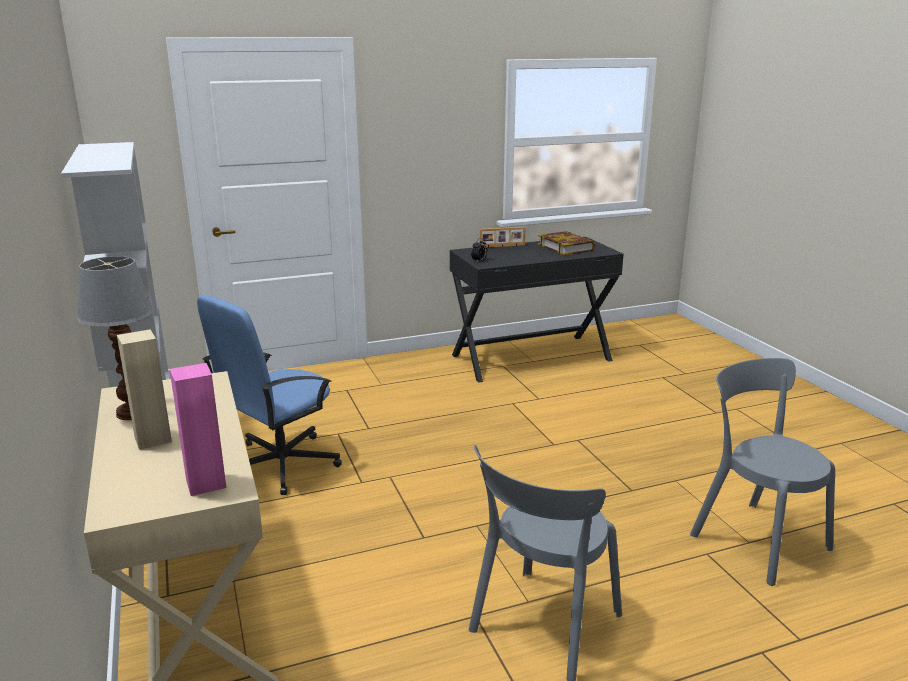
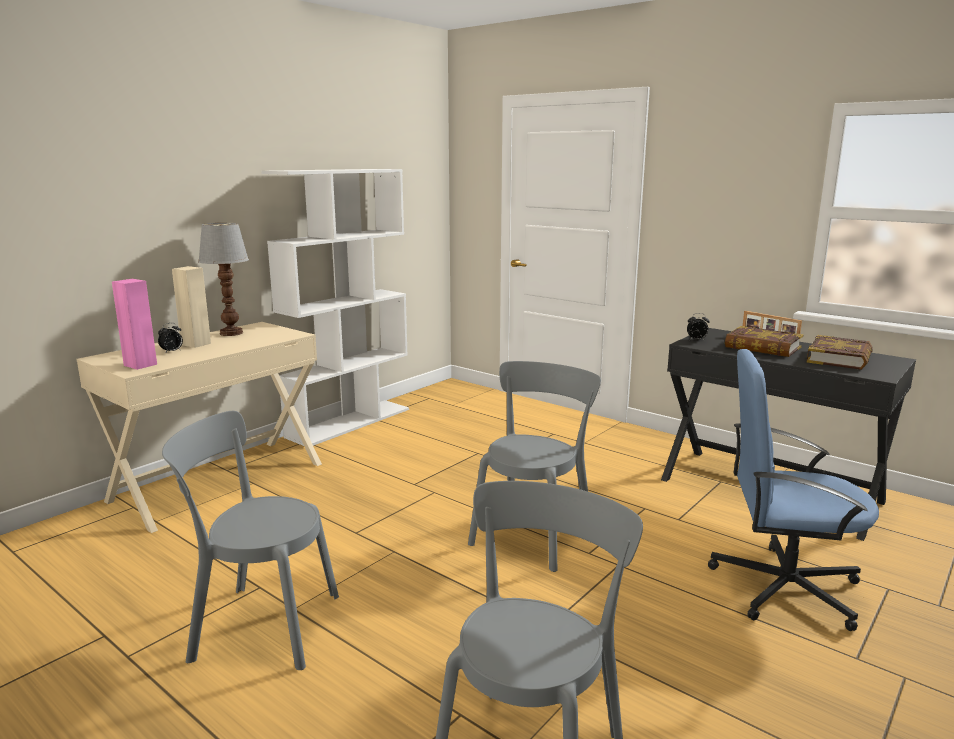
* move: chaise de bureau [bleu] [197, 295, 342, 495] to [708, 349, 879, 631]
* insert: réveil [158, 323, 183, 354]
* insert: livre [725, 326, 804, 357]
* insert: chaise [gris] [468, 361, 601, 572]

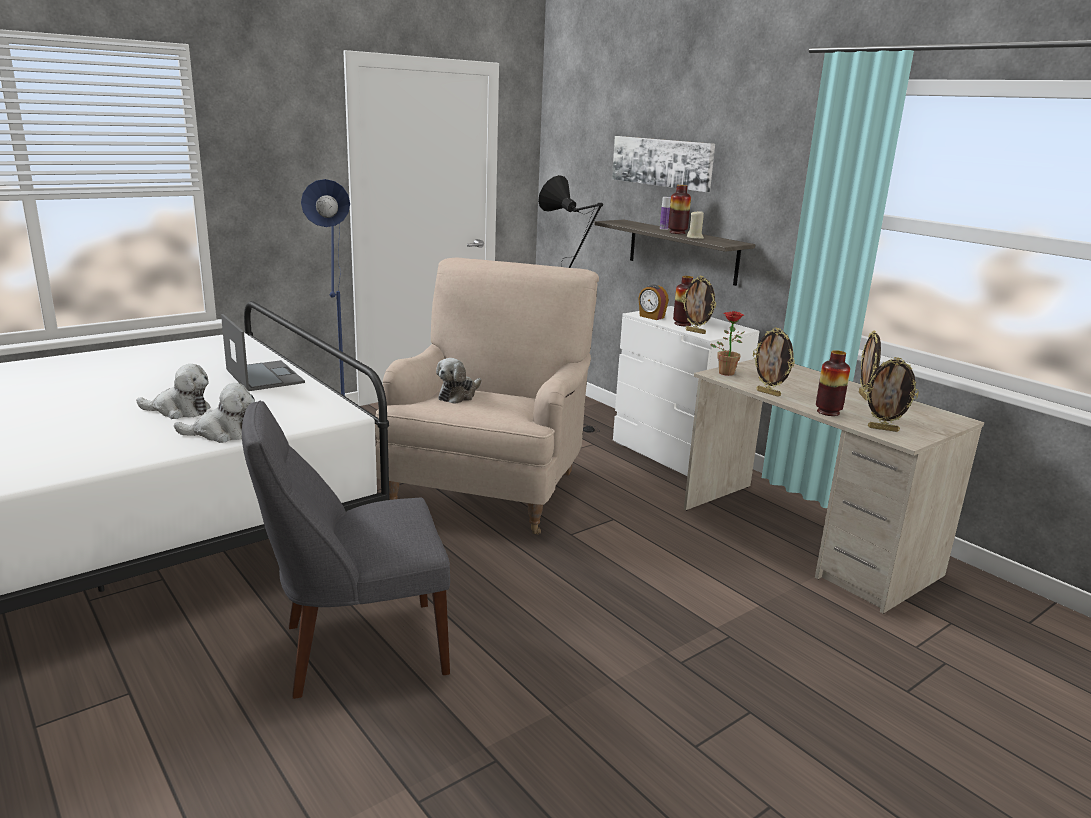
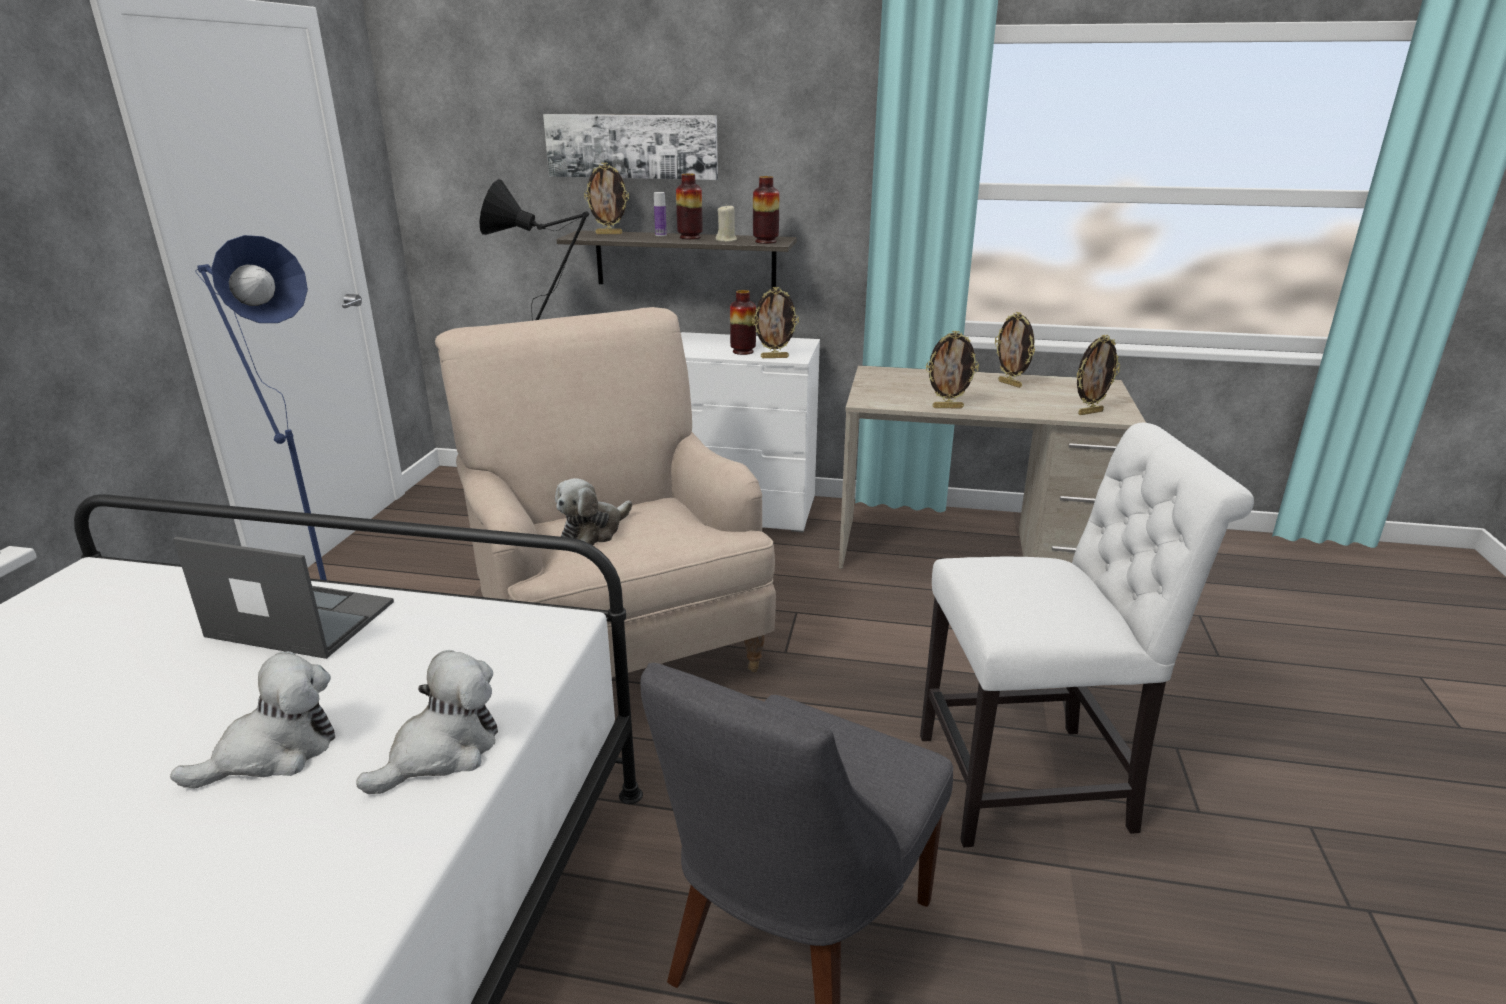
* delete: réveil [639, 285, 669, 320]
* delete: plante en pot [710, 311, 745, 376]
* move: vase [816, 350, 850, 416] to [753, 176, 779, 244]
* rotate: peluche [436, 358, 481, 404] = [555, 478, 632, 545] 45 degrees clockwise
* insert: cadre photo [584, 162, 629, 234]
* insert: chaise [blanc] [920, 423, 1254, 847]

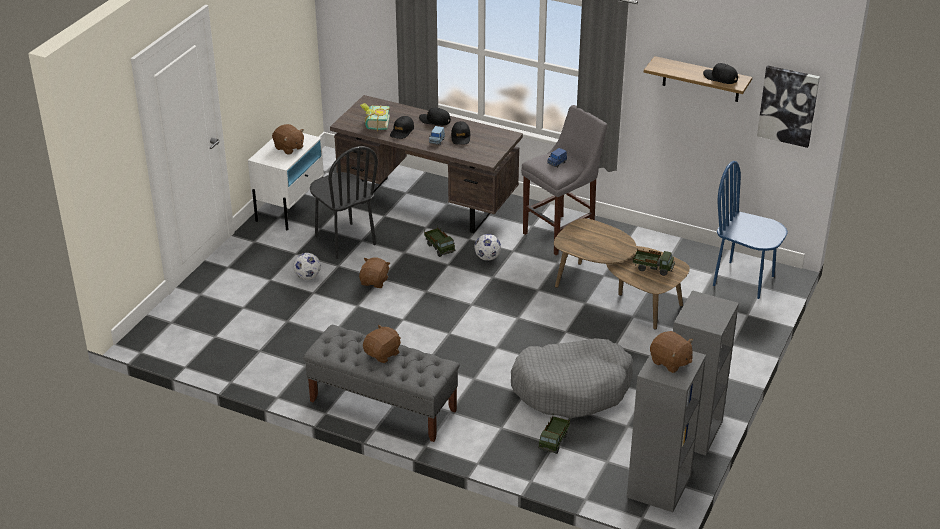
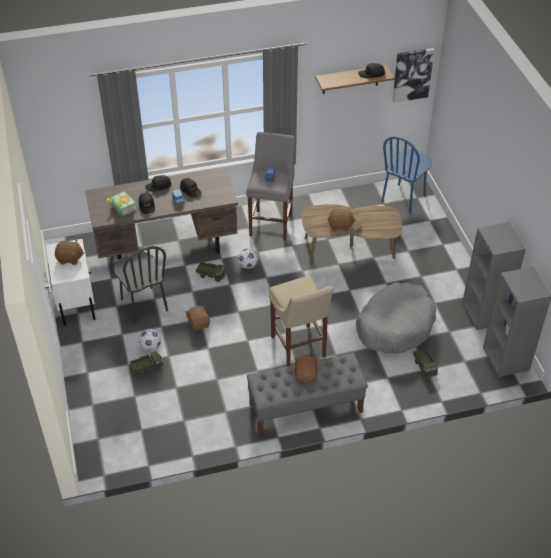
* rotate: chaise [noir] [310, 146, 378, 259] = [114, 246, 168, 324] 45 degrees clockwise
* rotate: chaise [bleu] [713, 161, 788, 299] = [381, 136, 431, 214] 45 degrees counterclockwise
* move: camion jouet [633, 250, 675, 276] to [130, 351, 164, 375]
* move: peluche [marron] [650, 331, 693, 373] to [328, 208, 356, 231]
* insert: tabouret [beige] [268, 276, 333, 366]

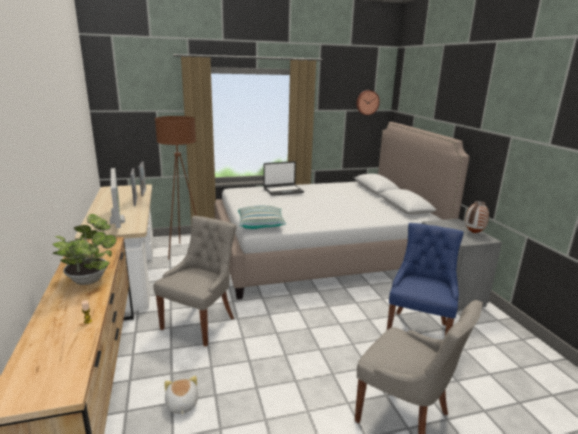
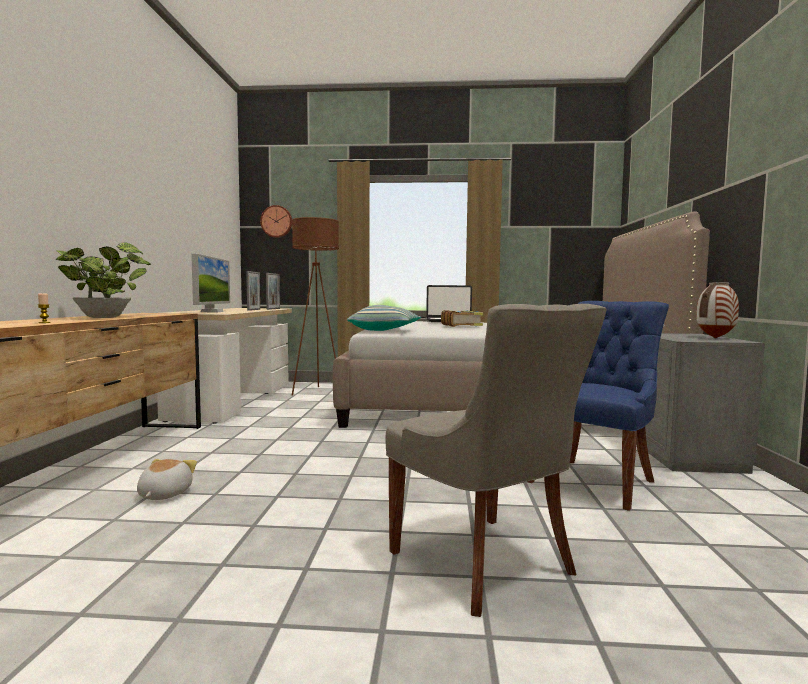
* move: horloge murale [356, 90, 380, 115] to [260, 205, 292, 238]
* delete: chaise [gris] [153, 216, 237, 347]
* insert: livre [441, 310, 483, 327]

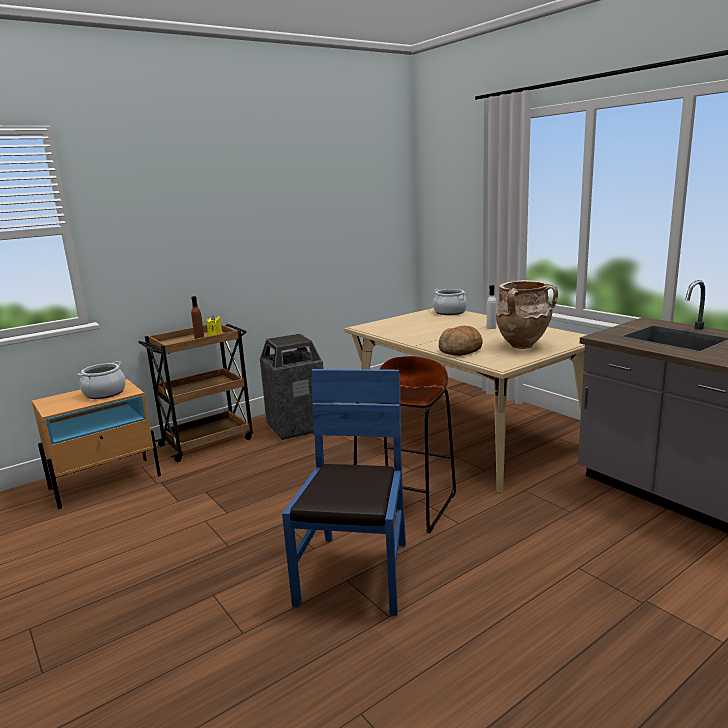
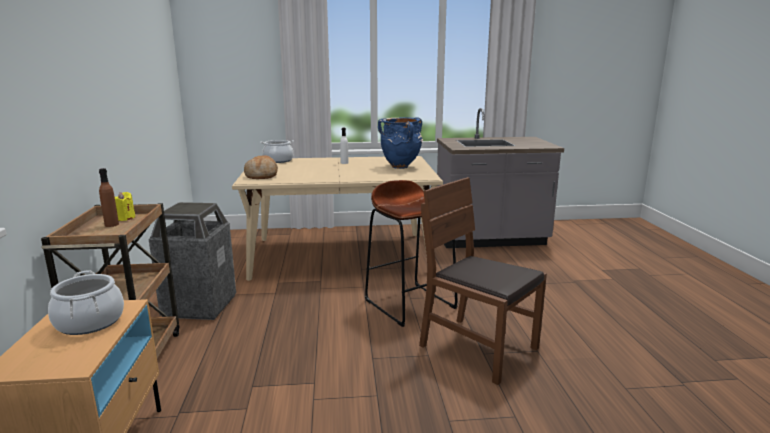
* recolor: vase [beige] [496, 280, 558, 349] to vase [bleu] [378, 117, 423, 169]
* move: pain [439, 325, 483, 356] to [244, 155, 278, 179]
* recolor: chaise [bleu] [282, 369, 406, 616] to chaise [marron] [419, 177, 547, 385]

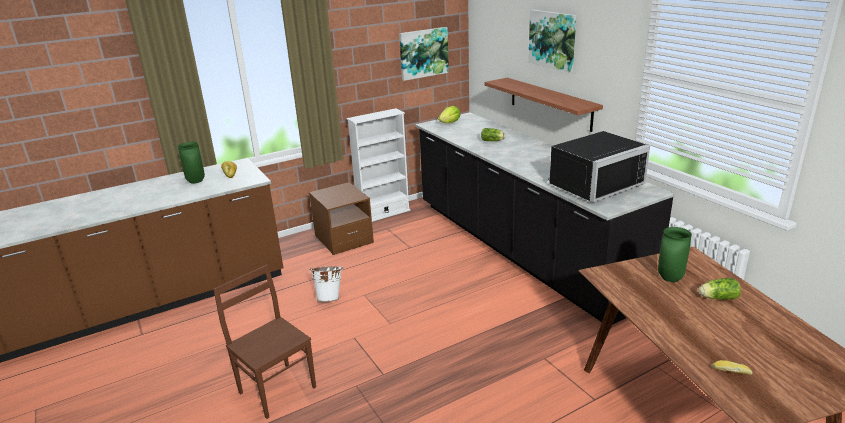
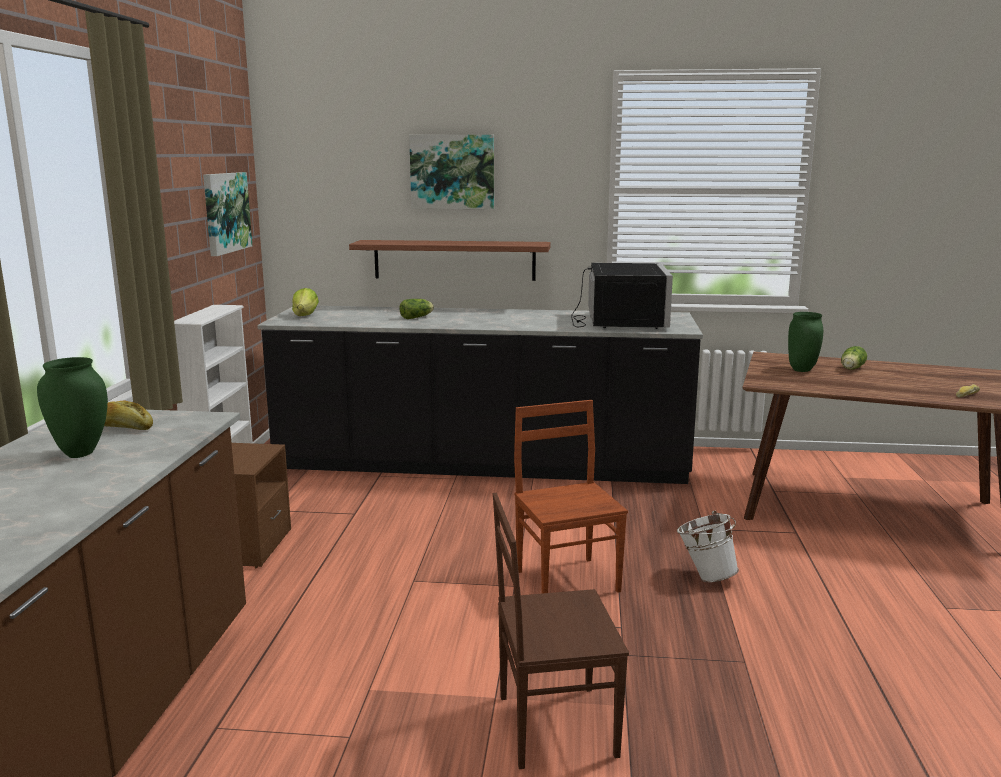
* move: seau [blanc] [309, 266, 343, 302] to [677, 511, 739, 582]
* insert: chaise [marron] [514, 400, 628, 593]

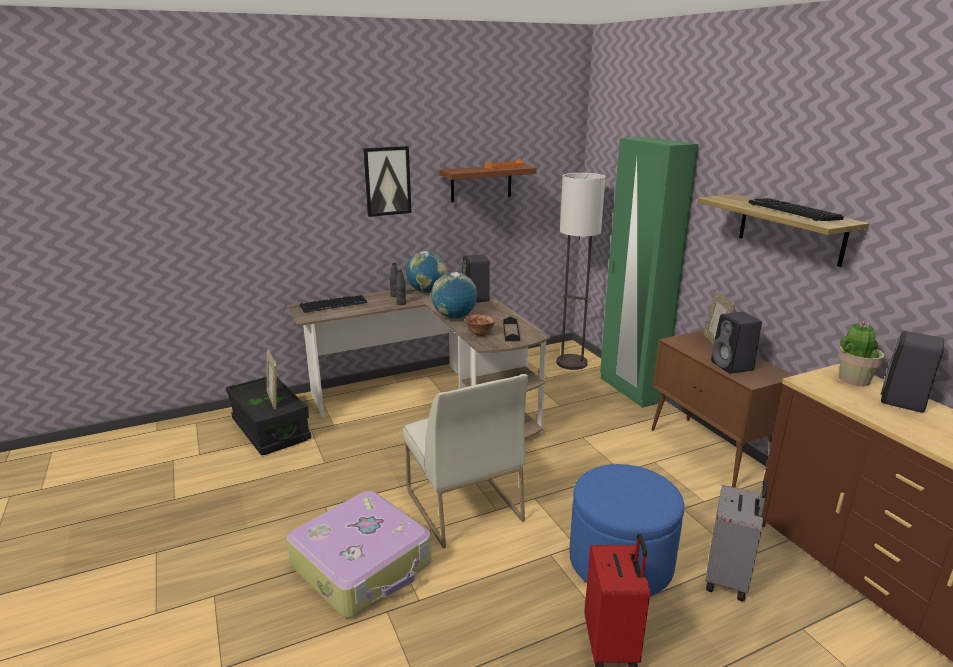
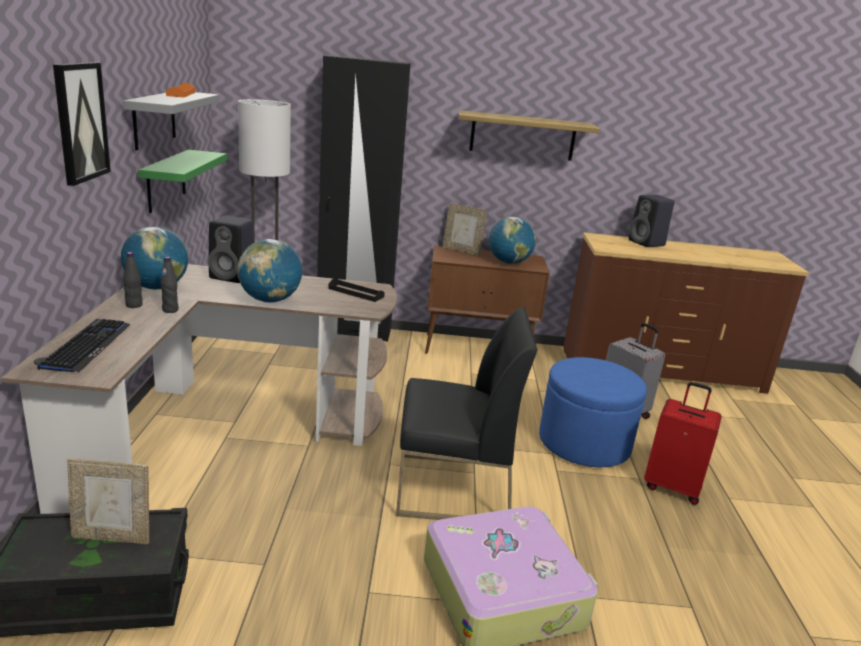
* recolor: armoire [vert] [600, 137, 699, 408] to armoire [noir] [317, 55, 411, 341]
* recolor: étagère [marron] [439, 165, 537, 202] to étagère [gris] [123, 92, 220, 150]
* delete: clavier [749, 198, 844, 221]
* replace: enceinte [noir] [711, 312, 762, 374] to globe [489, 217, 536, 264]
* delete: bol [465, 314, 496, 336]
* delete: plante en pot [838, 320, 884, 386]
* recolor: chaise [blanc] [403, 374, 528, 548] to chaise [noir] [396, 307, 538, 520]
* insert: étagère [vert] [138, 150, 227, 213]

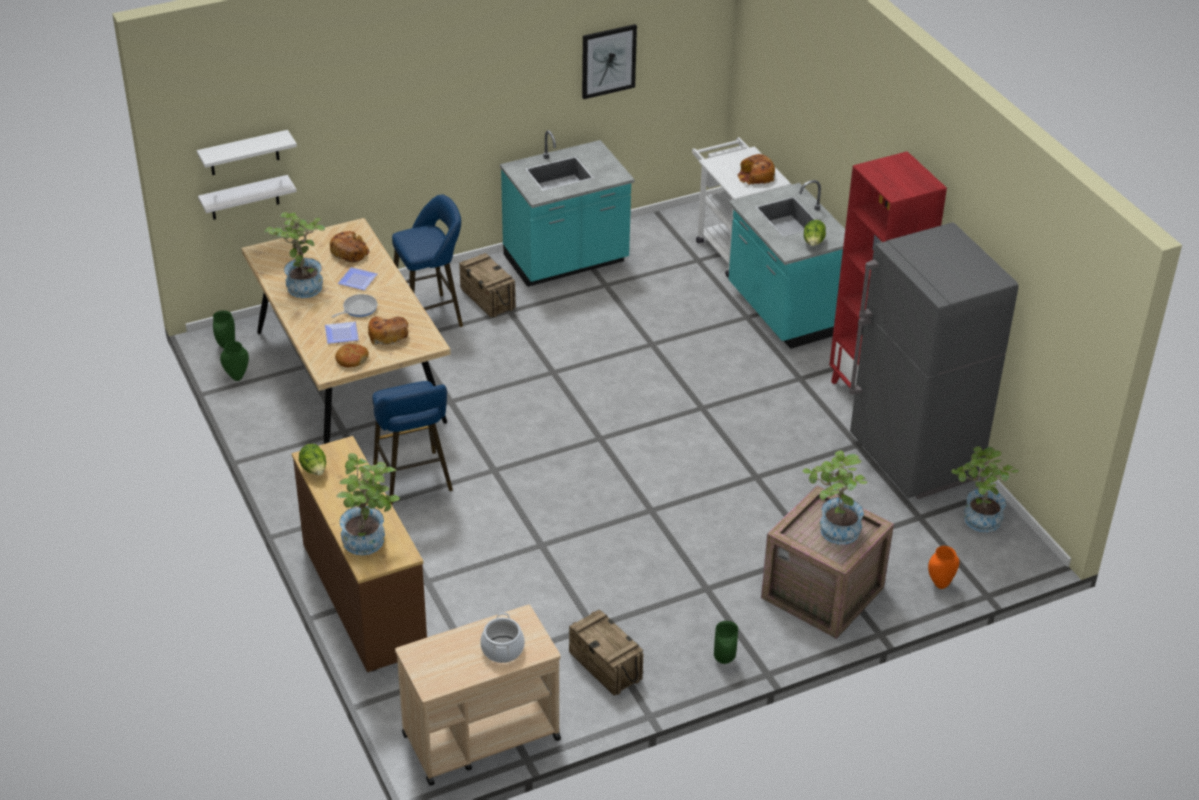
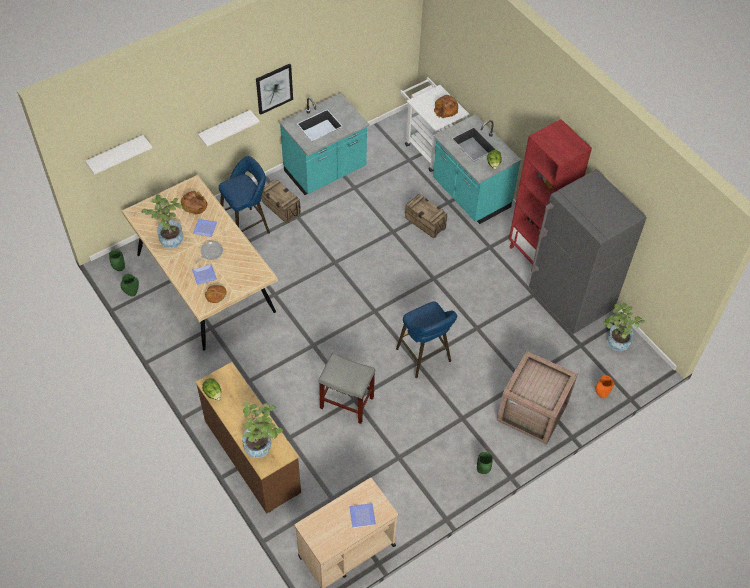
* move: tableau [582, 24, 637, 99] to [256, 64, 293, 115]
* move: étagère [blanc] [198, 175, 297, 220] to [198, 110, 260, 147]
* delete: pain [368, 317, 408, 345]
* move: tabouret [bleu] [372, 381, 453, 505] to [396, 301, 457, 378]
* delete: plante en pot [803, 450, 867, 544]
* move: caisse [569, 609, 644, 696] to [405, 194, 447, 238]
* replace: marmite [480, 613, 525, 663] to assiette [349, 503, 376, 528]
* insert: tabouret [gris] [319, 353, 375, 424]

